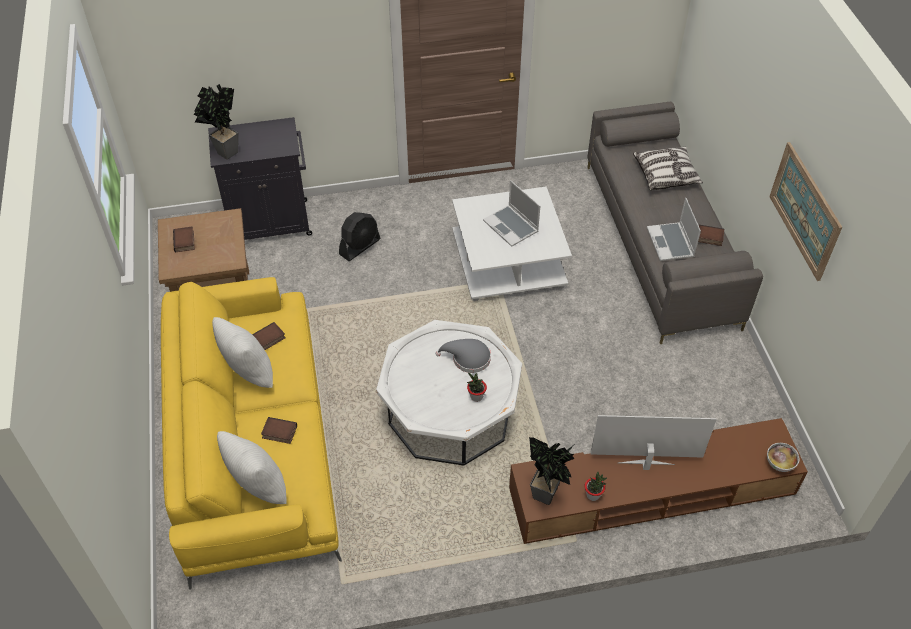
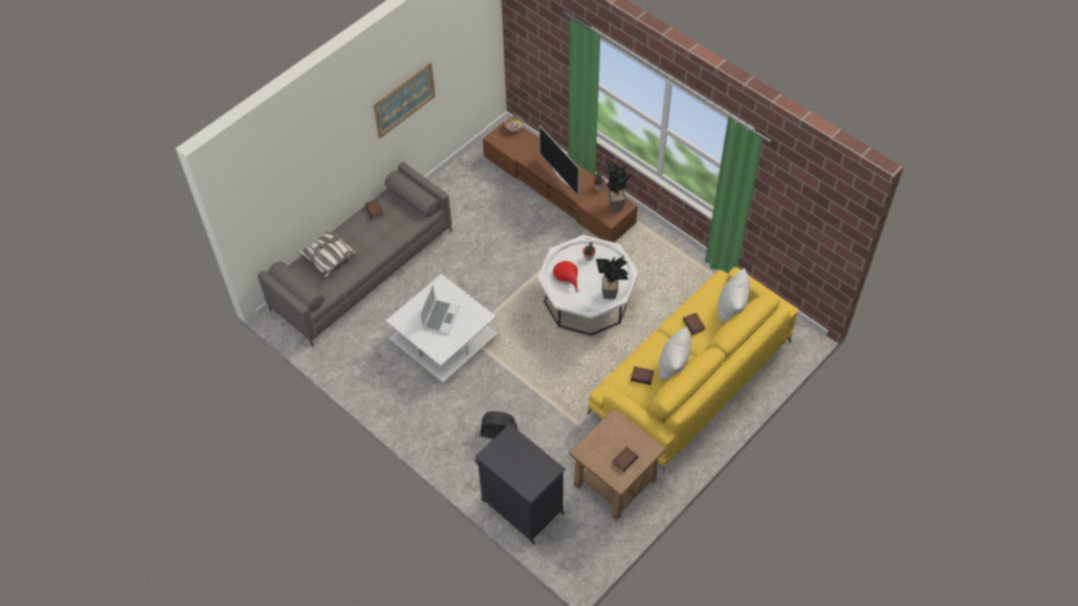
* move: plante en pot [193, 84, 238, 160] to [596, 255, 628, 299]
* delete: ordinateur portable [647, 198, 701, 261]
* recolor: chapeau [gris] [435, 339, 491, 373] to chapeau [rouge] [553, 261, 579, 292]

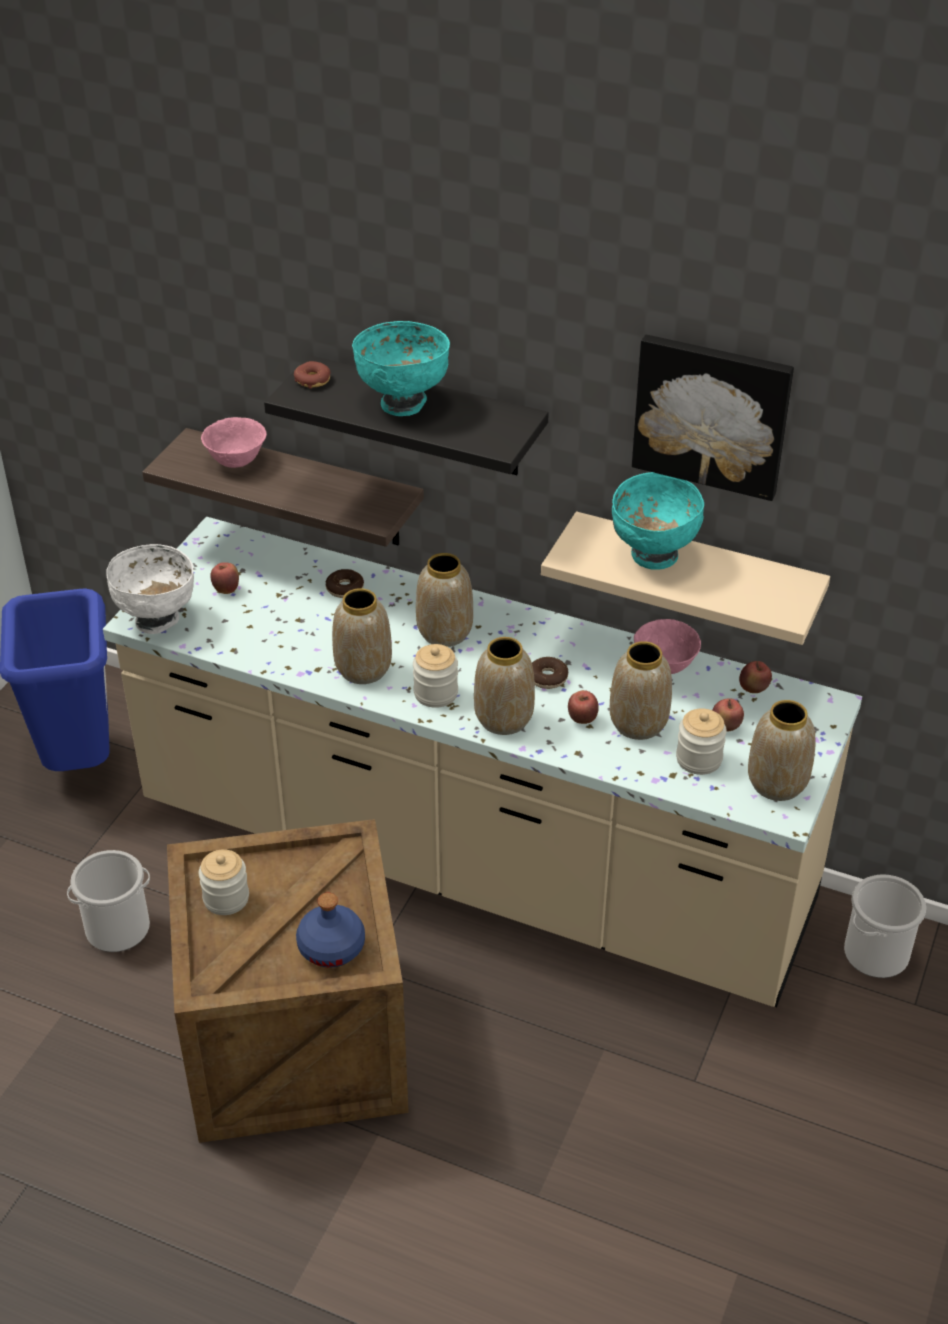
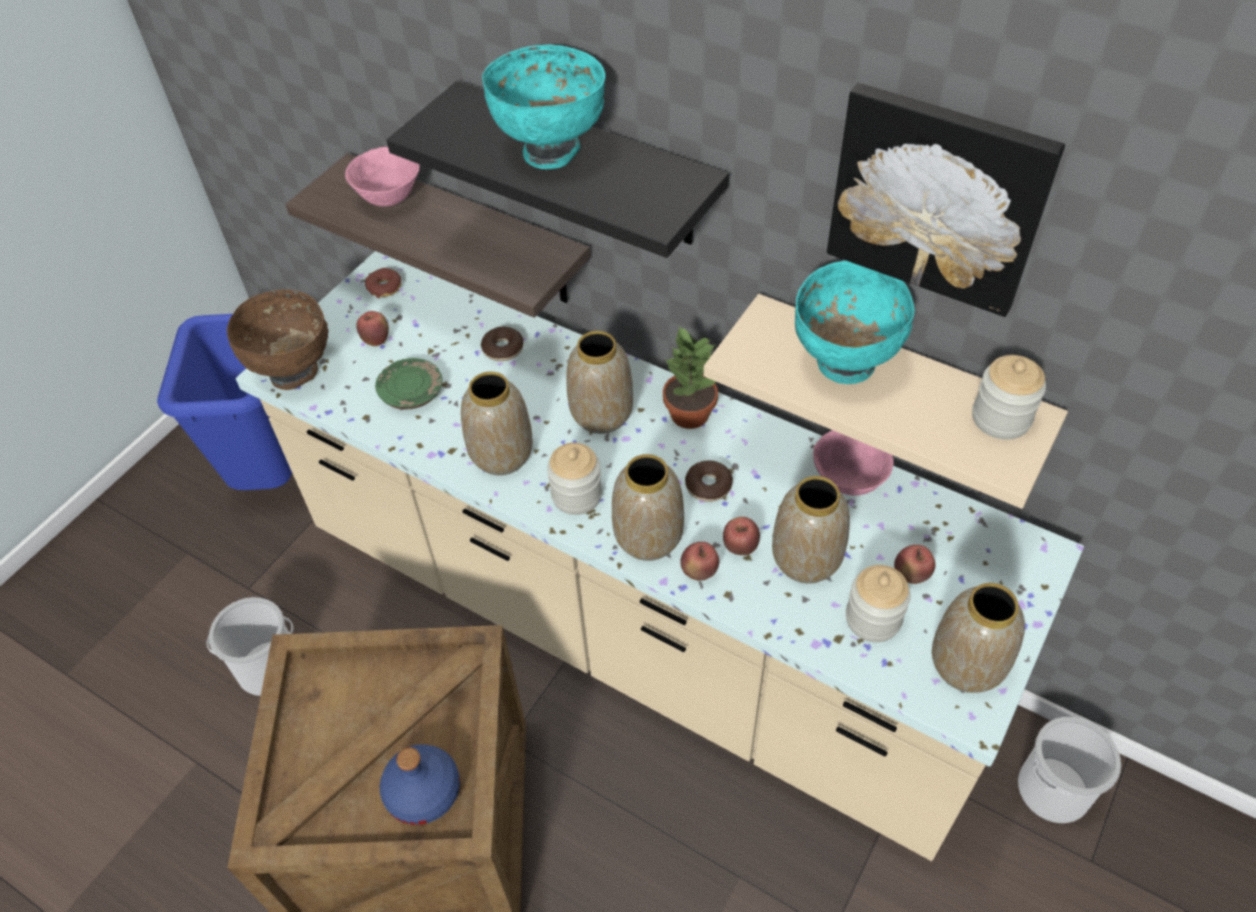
* move: beignet [294, 361, 331, 389] to [365, 268, 401, 298]
* recolor: bol [blanc] [106, 544, 194, 634] to bol [marron] [227, 289, 329, 390]
* move: pomme [739, 661, 772, 693] to [680, 542, 719, 581]
* move: bocal [199, 849, 249, 915] to [972, 355, 1046, 440]
* insert: plante en pot [663, 325, 718, 429]
* insert: assiette [vert] [375, 358, 442, 409]

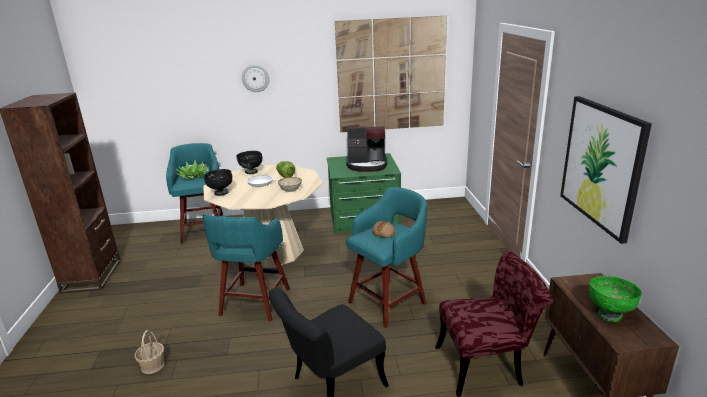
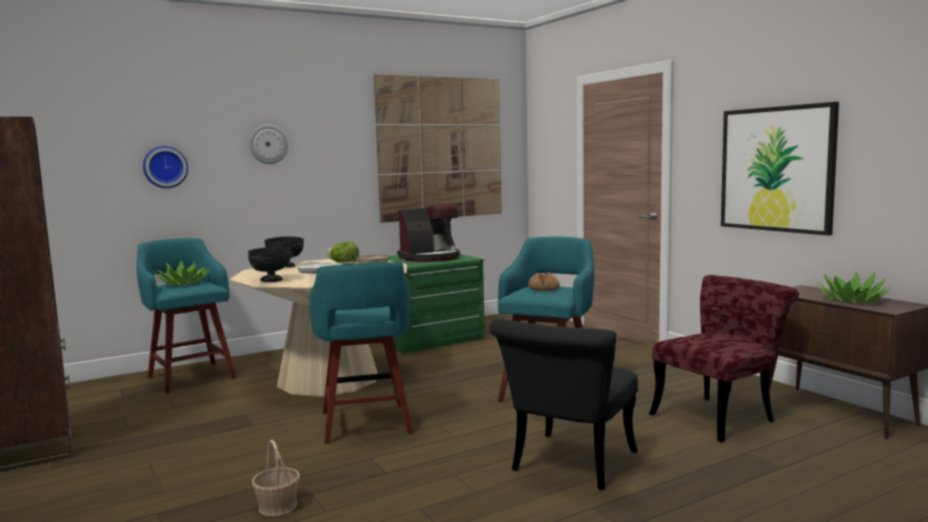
* replace: bol [vert] [589, 276, 642, 322] to plante en pot [816, 271, 890, 303]
* insert: horloge murale [143, 146, 188, 188]

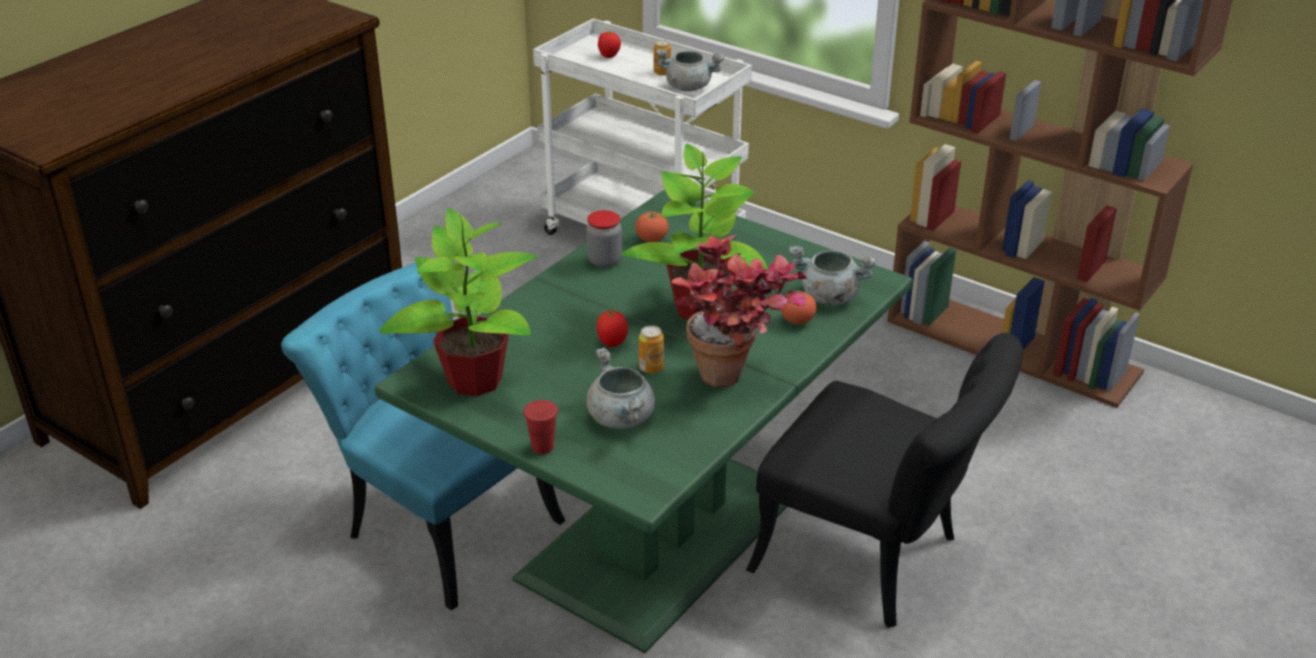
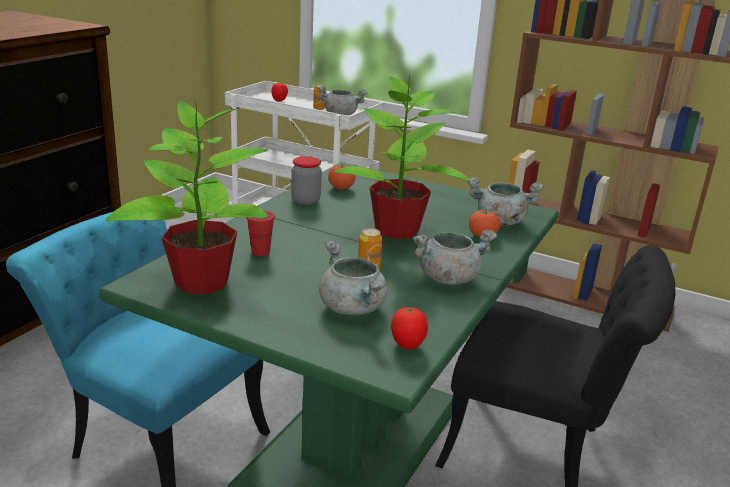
* replace: plante en pot [671, 235, 807, 387] to marmite [gris] [413, 230, 497, 285]
* move: tomate [597, 311, 628, 347] to [391, 307, 428, 350]
* move: tasse [rouge] [523, 400, 558, 454] to [246, 210, 275, 256]

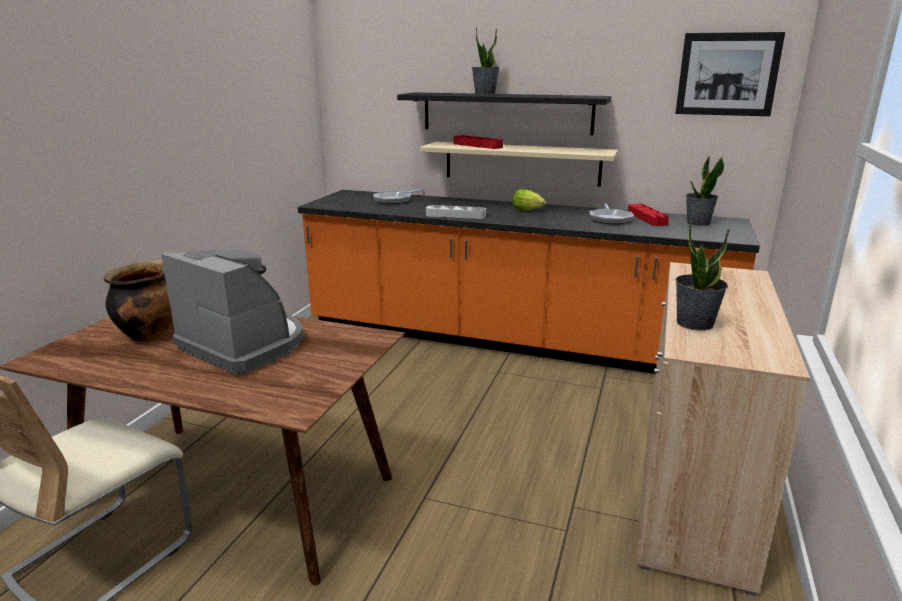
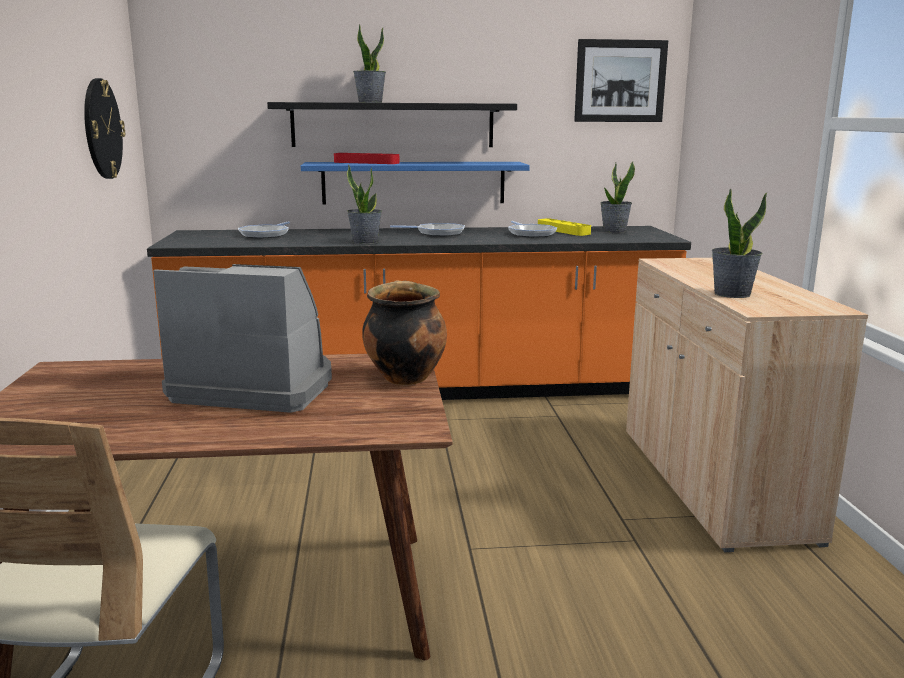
* recolor: étagère [beige] [420, 142, 618, 187] to étagère [bleu] [301, 162, 530, 204]
* replace: laitue [512, 189, 546, 211] to poêle [390, 223, 465, 237]
* recolor: plateau [rouge] [628, 204, 669, 226] to plateau [jaune] [538, 219, 591, 236]
* replace: plateau [gris] [426, 205, 486, 219] to plante en pot [347, 164, 382, 244]
* move: marmite [104, 260, 173, 343] to [362, 280, 447, 385]
* insert: horloge murale [84, 78, 125, 179]

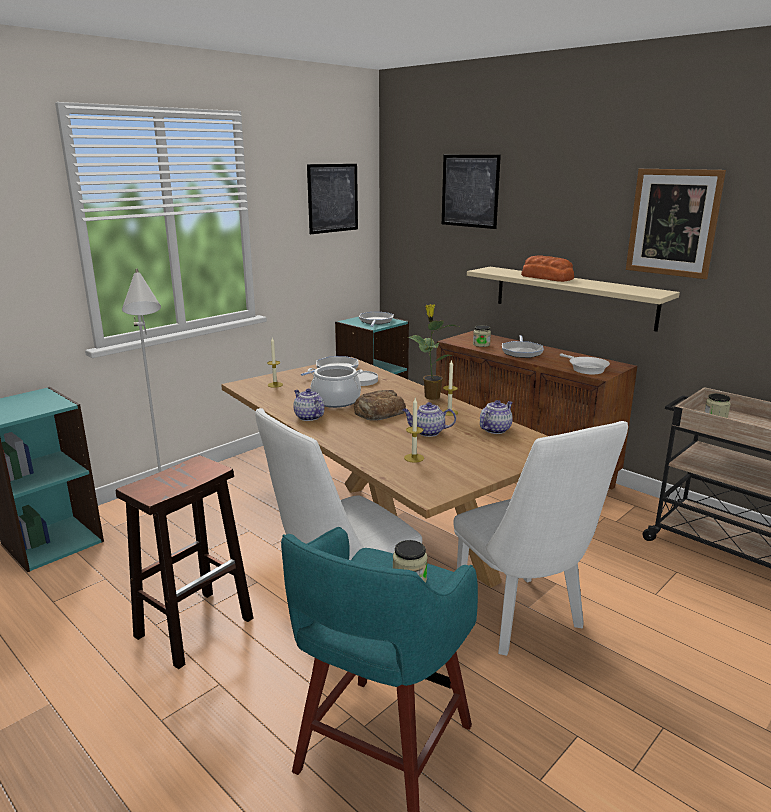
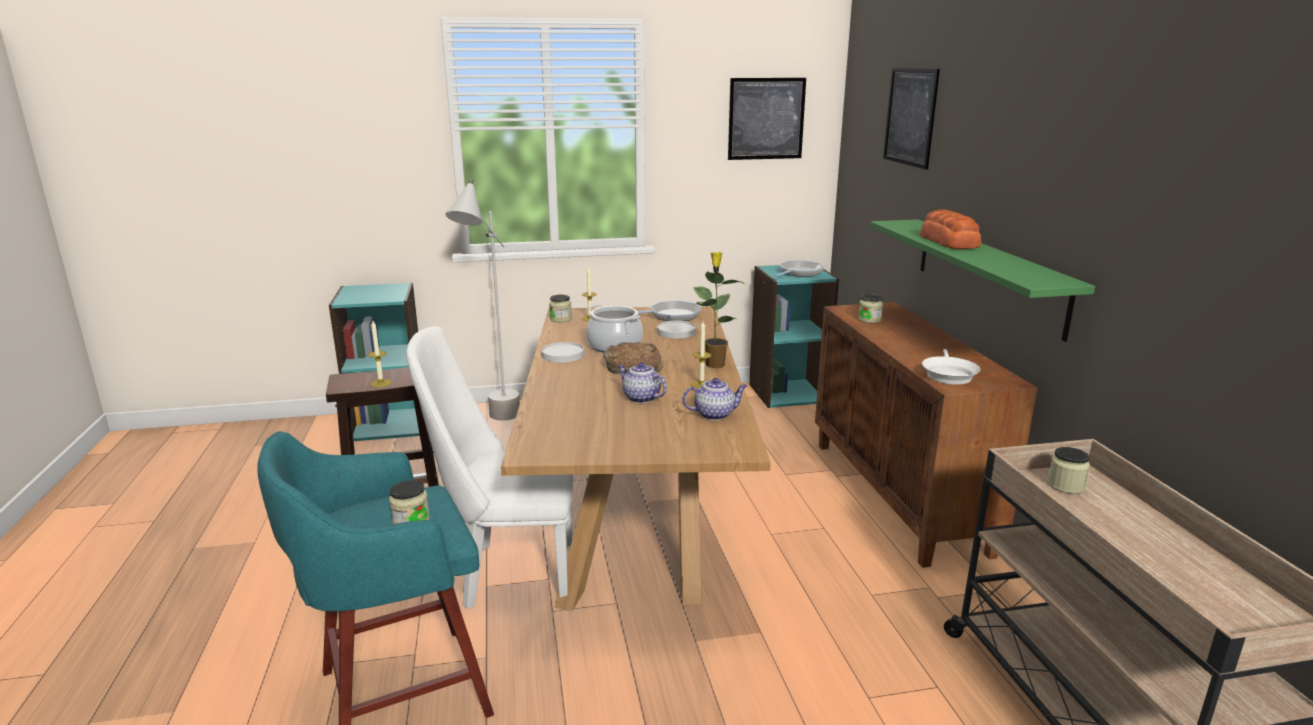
* delete: tableau [626, 169, 726, 279]
* recolor: étagère [beige] [467, 267, 680, 332] to étagère [vert] [870, 219, 1095, 342]
* delete: poêle [502, 335, 544, 358]
* replace: théière [293, 389, 324, 421] to assiette [blanc] [542, 342, 584, 363]
* move: bougie [404, 398, 424, 463] to [368, 321, 392, 387]
* delete: chaise [blanc] [453, 421, 628, 656]
* insert: bocal [549, 295, 572, 322]

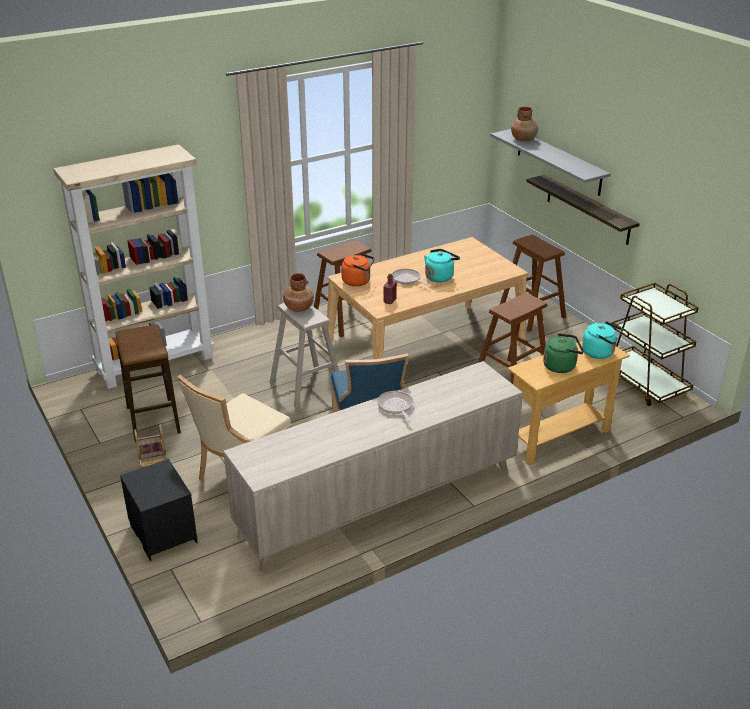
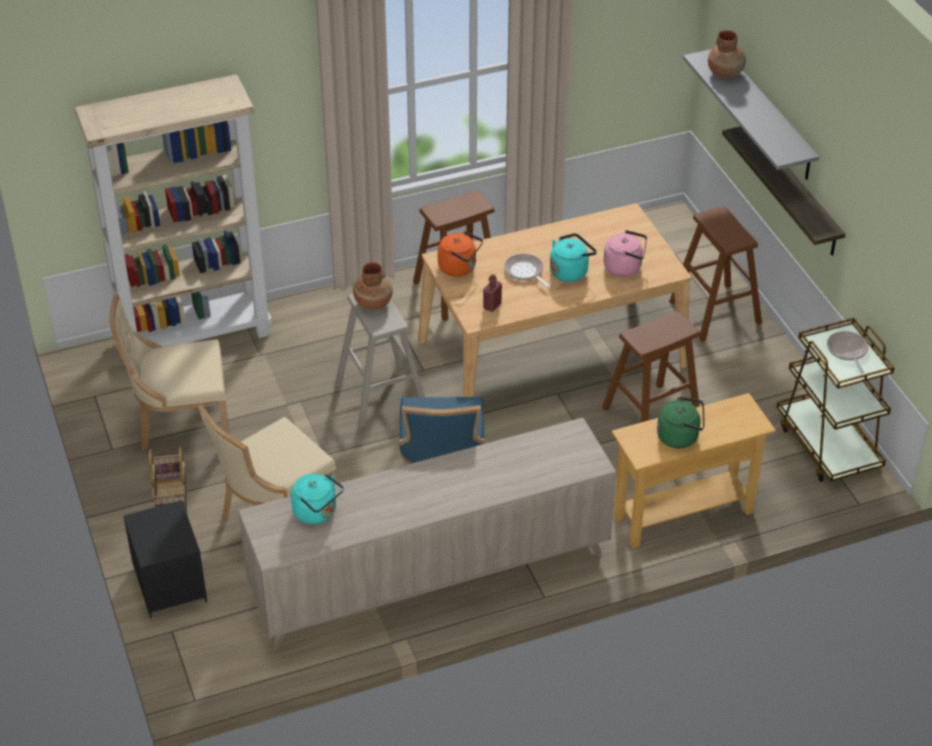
* move: bouilloire [turquoise] [582, 321, 623, 359] to [291, 473, 344, 524]
* replace: tabouret [115, 324, 181, 442] to chaise [beige] [109, 294, 229, 450]
* move: poêle [377, 391, 413, 422] to [827, 331, 869, 374]
* insert: bouilloire [rose] [604, 230, 647, 277]

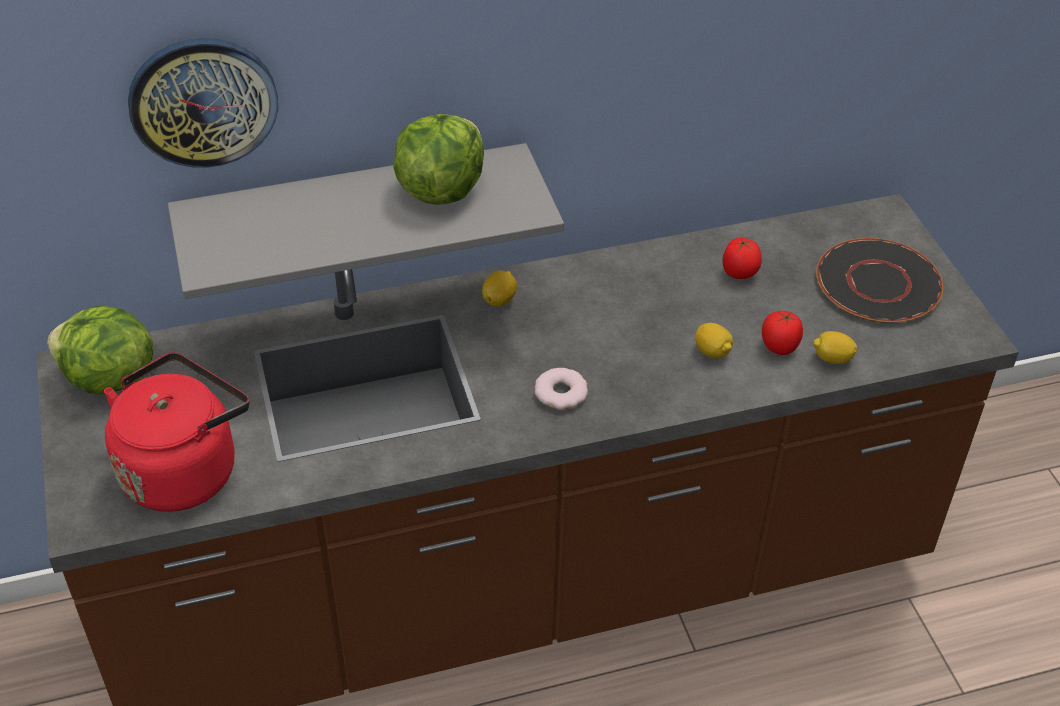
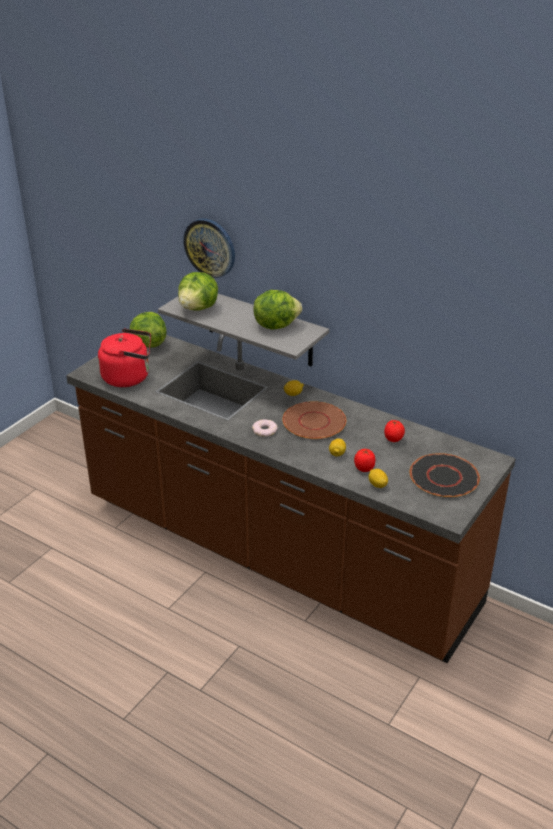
* insert: laitue [178, 272, 218, 311]
* insert: assiette [marron] [282, 401, 346, 439]

